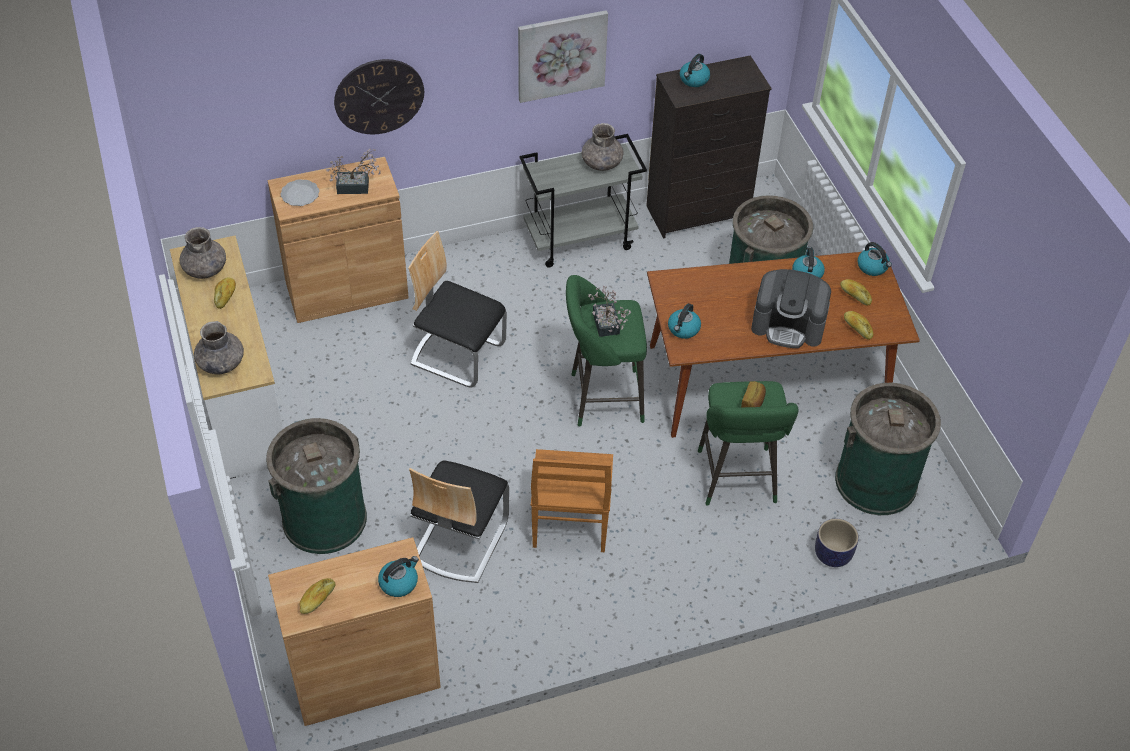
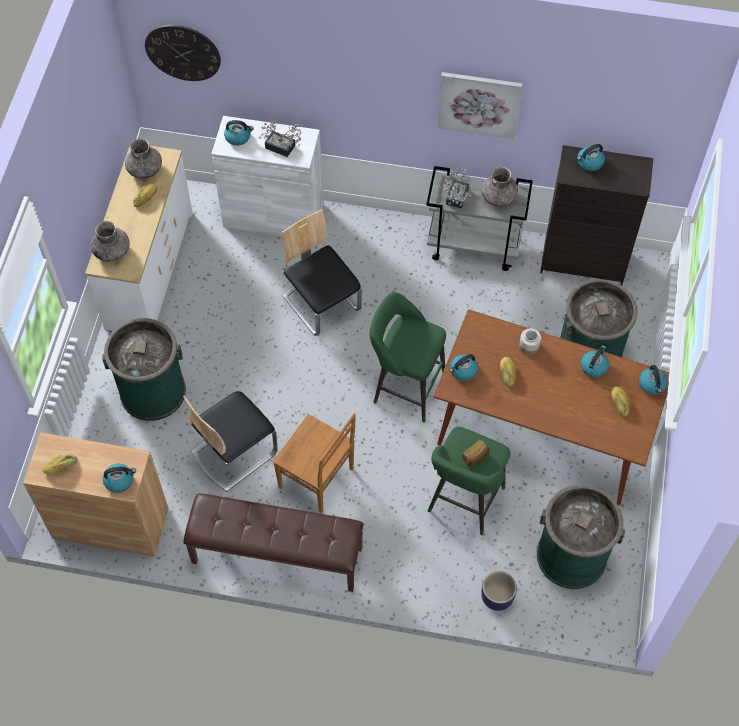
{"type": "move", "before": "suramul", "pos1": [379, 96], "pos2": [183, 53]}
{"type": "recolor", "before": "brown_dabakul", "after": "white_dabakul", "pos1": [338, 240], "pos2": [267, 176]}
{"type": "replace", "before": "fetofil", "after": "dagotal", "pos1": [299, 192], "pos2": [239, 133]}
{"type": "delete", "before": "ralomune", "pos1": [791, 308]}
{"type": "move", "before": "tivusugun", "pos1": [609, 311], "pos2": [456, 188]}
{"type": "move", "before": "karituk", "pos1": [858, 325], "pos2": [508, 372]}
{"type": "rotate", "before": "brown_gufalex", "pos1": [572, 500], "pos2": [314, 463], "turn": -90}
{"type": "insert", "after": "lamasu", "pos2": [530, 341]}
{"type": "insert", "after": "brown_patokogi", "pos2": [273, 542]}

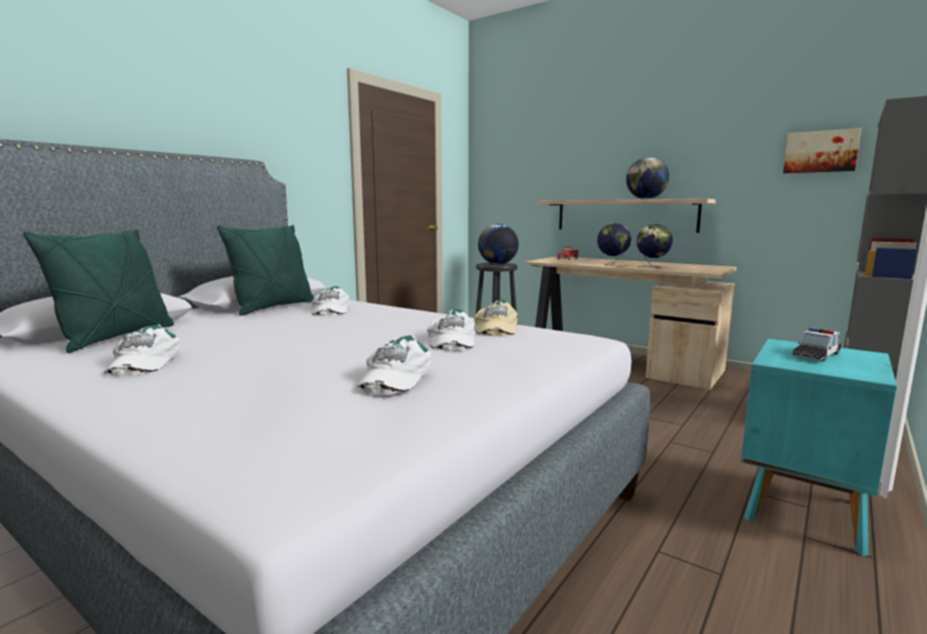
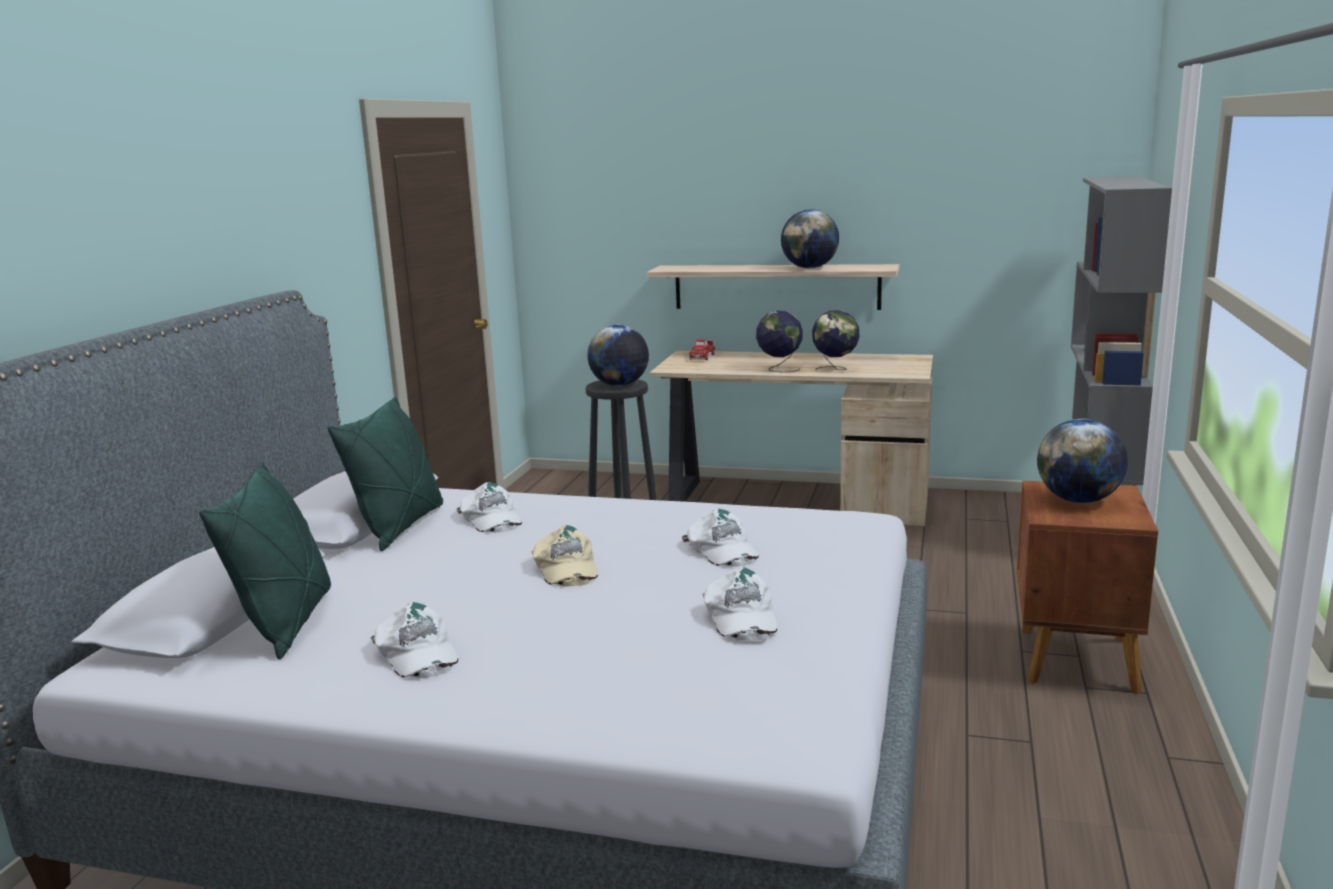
{"type": "delete", "before": "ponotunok", "pos1": [822, 150]}
{"type": "move", "before": "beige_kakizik", "pos1": [495, 318], "pos2": [565, 555]}
{"type": "replace", "before": "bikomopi", "after": "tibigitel", "pos1": [817, 344], "pos2": [1082, 461]}
{"type": "recolor", "before": "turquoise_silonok", "after": "brown_silonok", "pos1": [819, 447], "pos2": [1087, 587]}

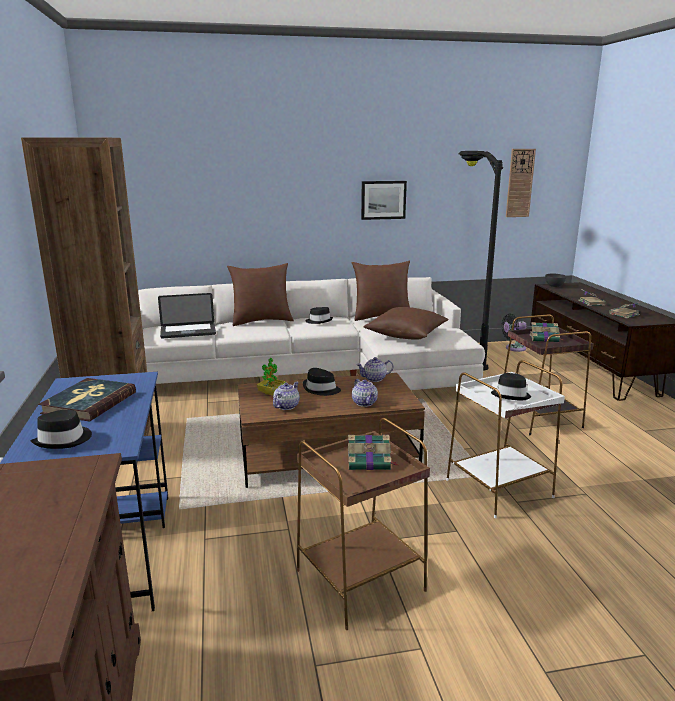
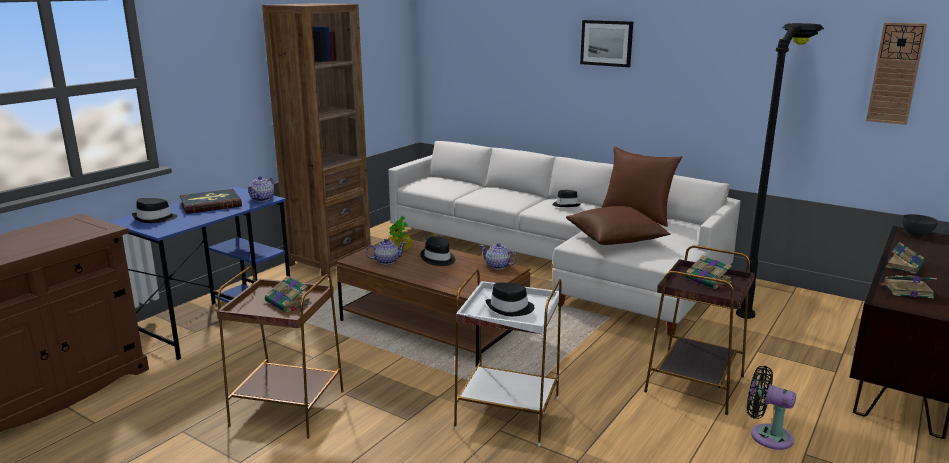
{"type": "move", "before": "ponotunok", "pos1": [384, 200], "pos2": [606, 43]}
{"type": "delete", "before": "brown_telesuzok", "pos1": [260, 294]}
{"type": "delete", "before": "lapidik", "pos1": [187, 315]}
{"type": "move", "before": "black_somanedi", "pos1": [514, 332], "pos2": [771, 408]}
{"type": "move", "before": "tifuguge", "pos1": [365, 393], "pos2": [260, 189]}

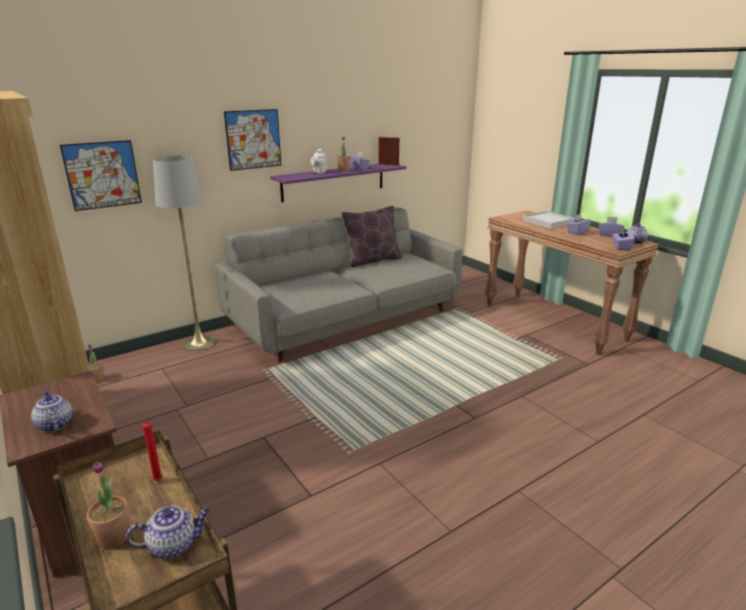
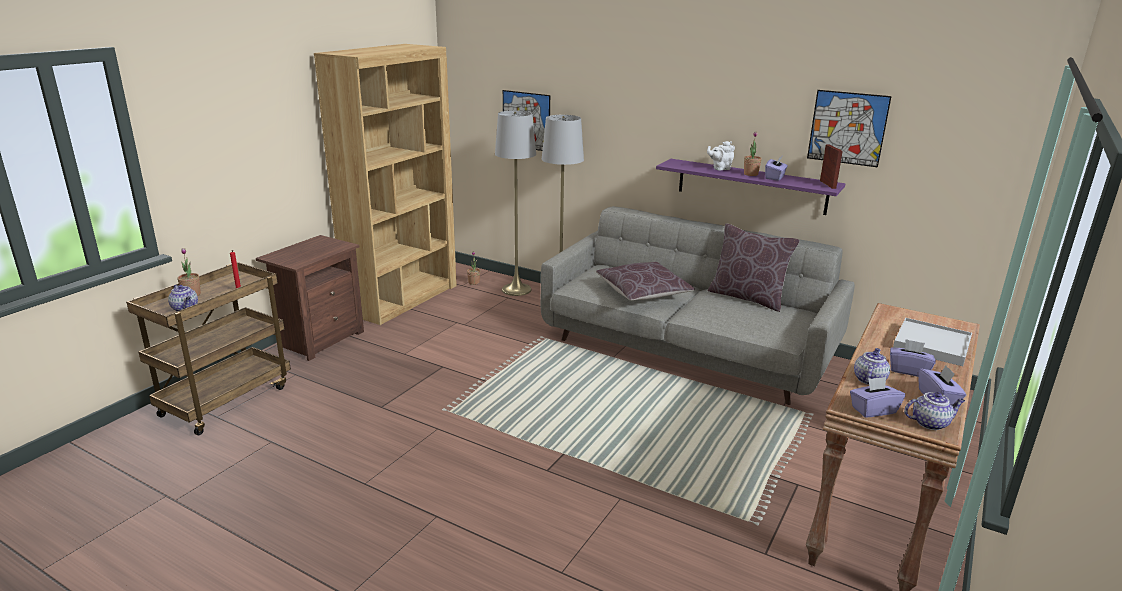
{"type": "move", "before": "ponotunok", "pos1": [252, 140], "pos2": [849, 128]}
{"type": "move", "before": "tifuguge", "pos1": [51, 411], "pos2": [872, 366]}
{"type": "insert", "after": "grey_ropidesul", "pos2": [515, 203]}
{"type": "insert", "after": "brown_telesuzok", "pos2": [645, 281]}

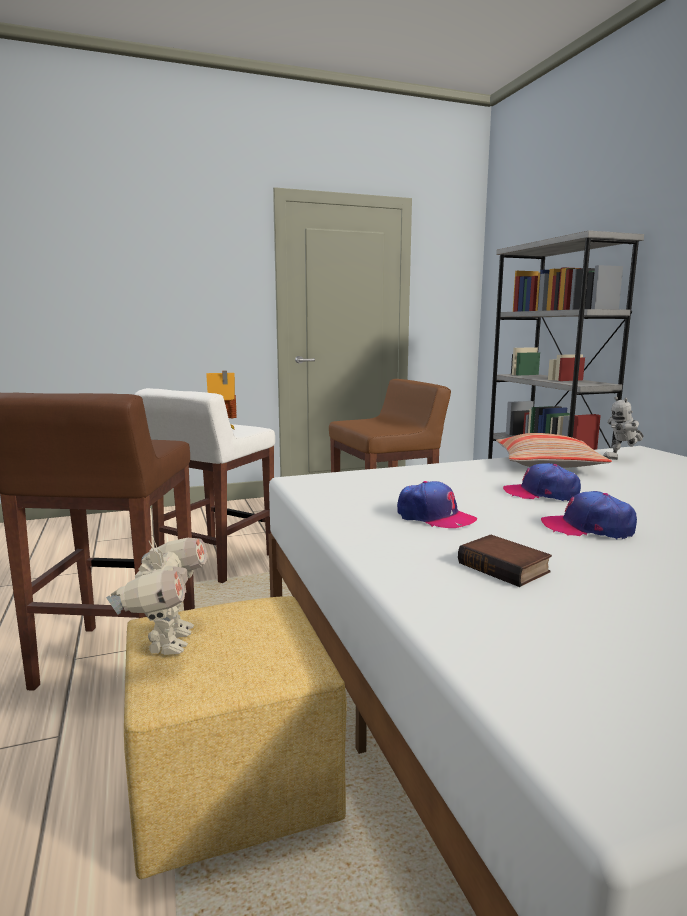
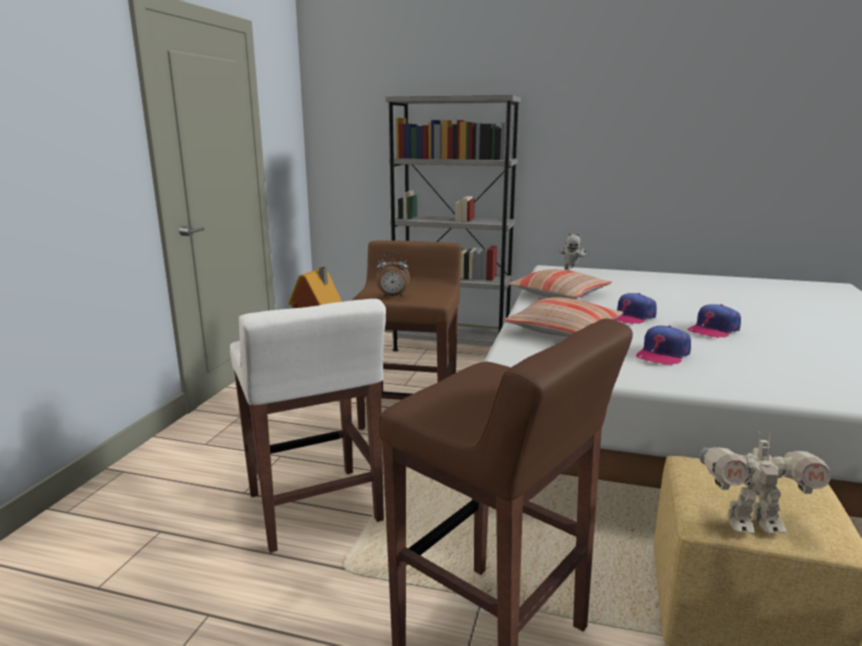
{"type": "rotate", "before": "kakizik", "pos1": [437, 504], "pos2": [663, 345], "turn": 150}
{"type": "delete", "before": "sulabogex", "pos1": [505, 561]}
{"type": "rotate", "before": "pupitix", "pos1": [156, 595], "pos2": [765, 482], "turn": 150}
{"type": "insert", "after": "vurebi", "pos2": [393, 274]}
{"type": "insert", "after": "telesuzok", "pos2": [564, 317]}

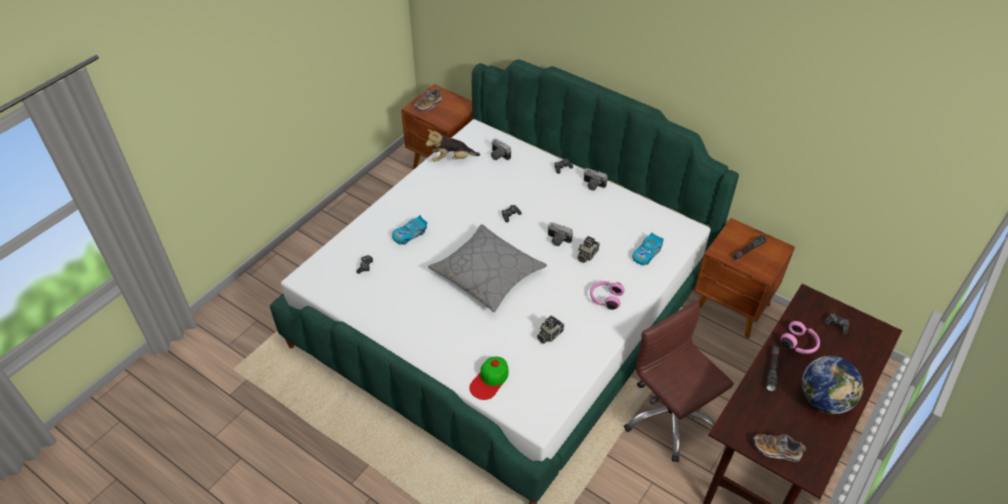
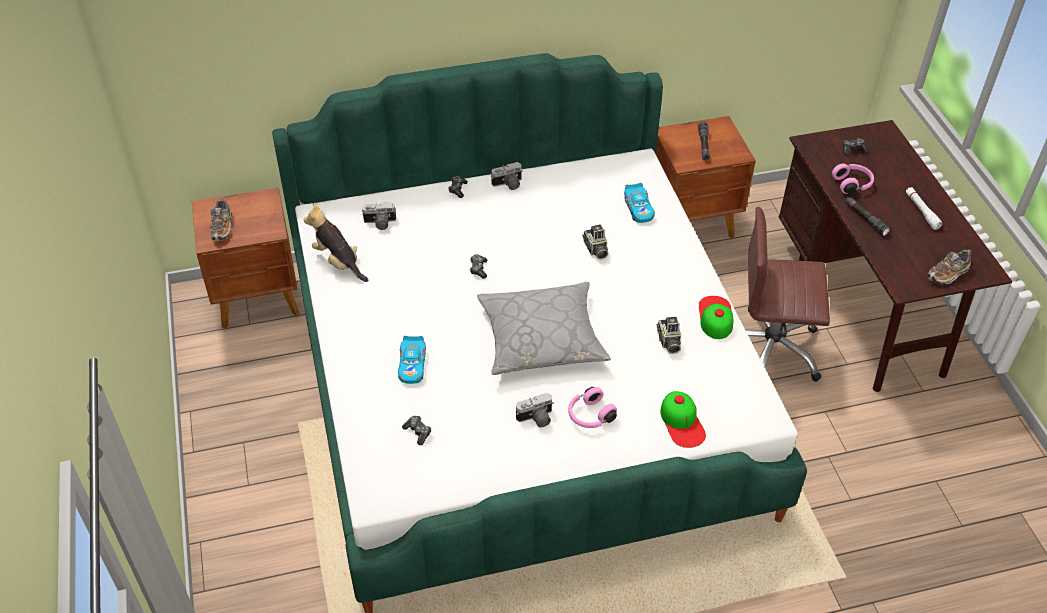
{"type": "rotate", "before": "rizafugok", "pos1": [453, 145], "pos2": [336, 242], "turn": 105}
{"type": "move", "before": "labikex", "pos1": [560, 234], "pos2": [535, 410]}
{"type": "move", "before": "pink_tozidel", "pos1": [607, 295], "pos2": [592, 407]}
{"type": "replace", "before": "tibigitel", "after": "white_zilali", "pos1": [833, 385], "pos2": [924, 209]}
{"type": "insert", "after": "kakizik", "pos2": [716, 317]}

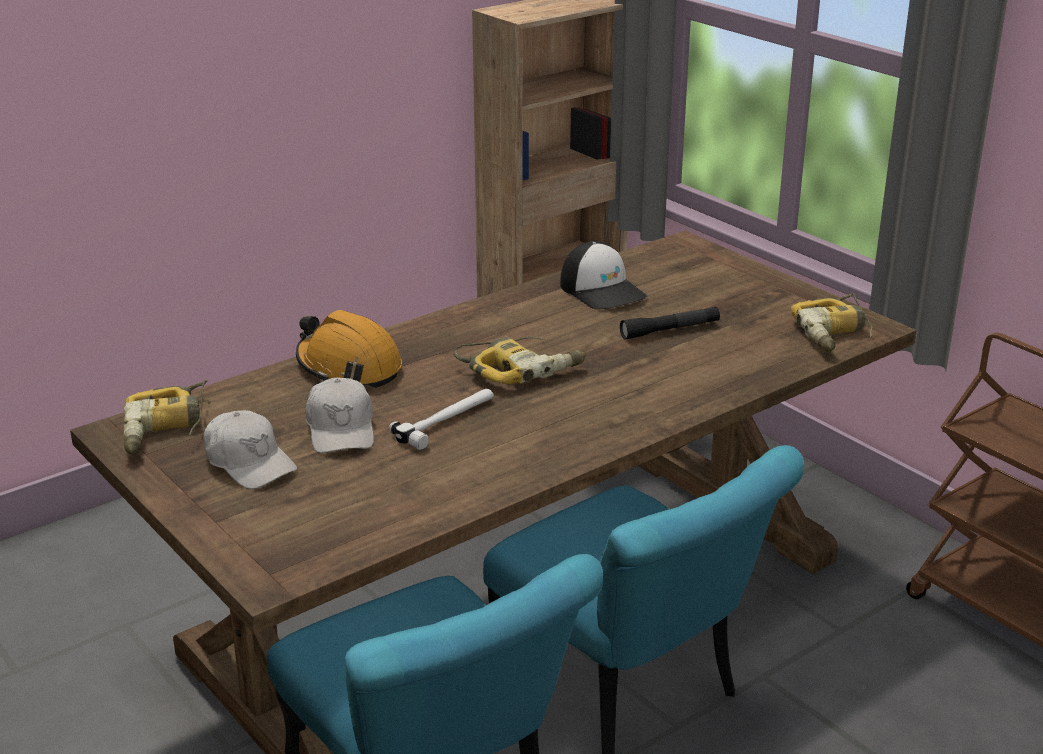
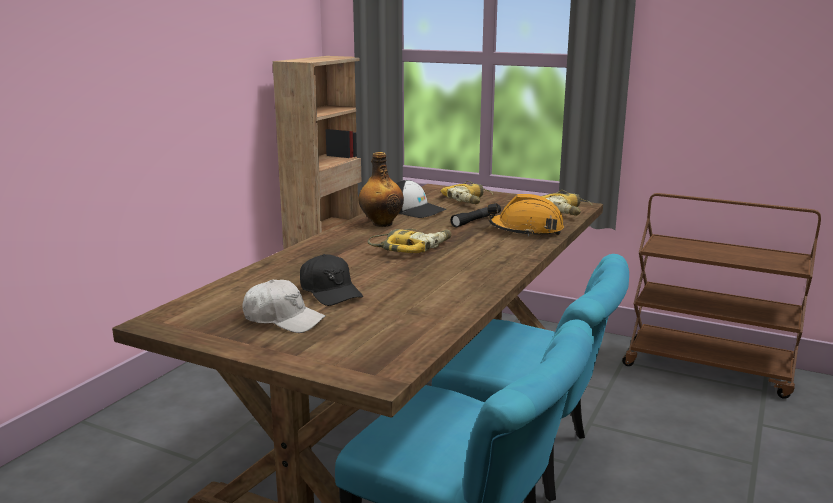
{"type": "move", "before": "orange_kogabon", "pos1": [349, 349], "pos2": [525, 215]}
{"type": "recolor", "before": "white_kakizik", "after": "black_kakizik", "pos1": [340, 415], "pos2": [331, 280]}
{"type": "move", "before": "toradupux", "pos1": [165, 417], "pos2": [467, 192]}
{"type": "delete", "before": "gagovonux", "pos1": [441, 419]}
{"type": "insert", "after": "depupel", "pos2": [381, 189]}

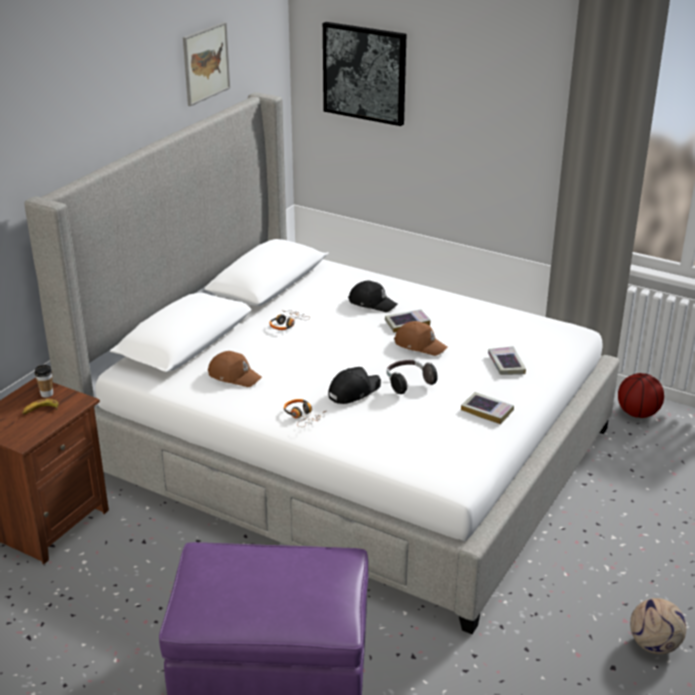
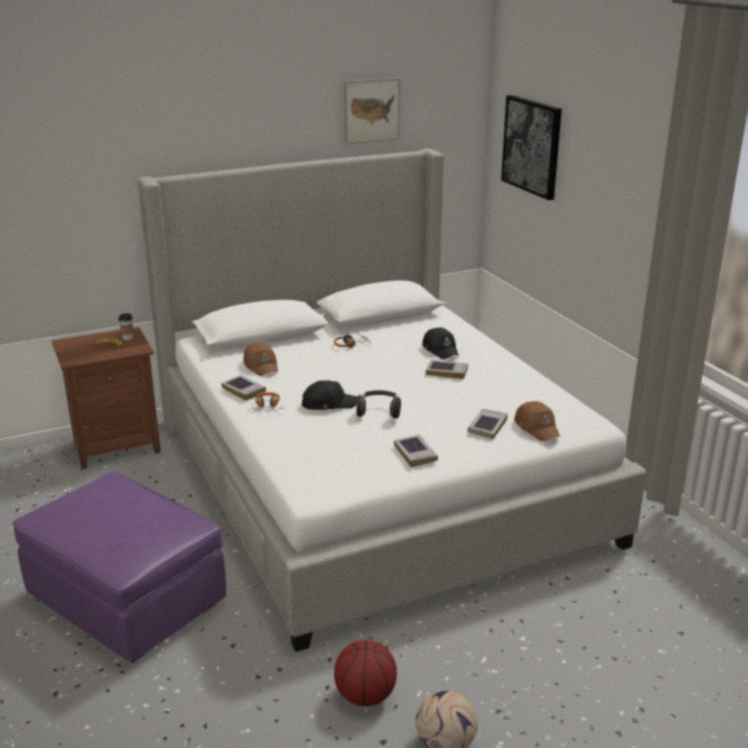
{"type": "move", "before": "brown_kakizik", "pos1": [420, 338], "pos2": [537, 421]}
{"type": "move", "before": "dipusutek", "pos1": [641, 395], "pos2": [365, 673]}
{"type": "insert", "after": "sulabogex", "pos2": [243, 388]}

